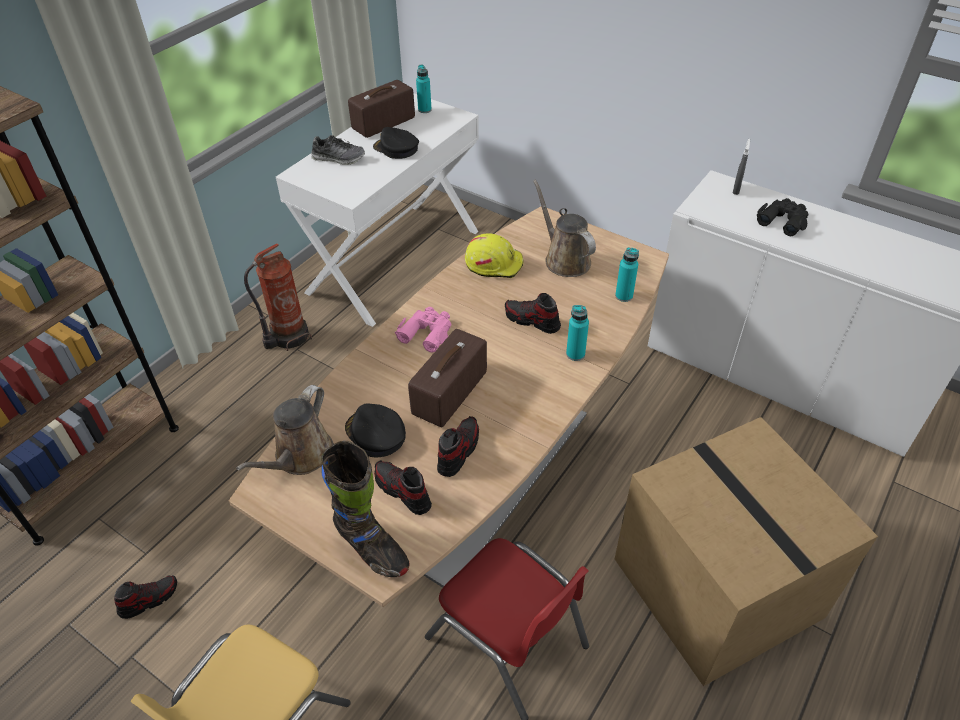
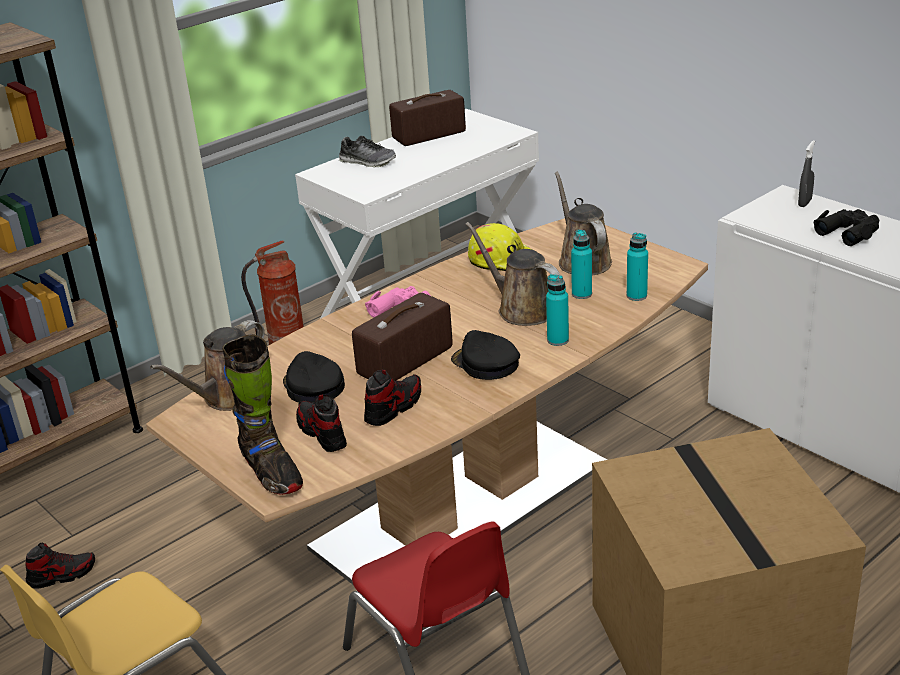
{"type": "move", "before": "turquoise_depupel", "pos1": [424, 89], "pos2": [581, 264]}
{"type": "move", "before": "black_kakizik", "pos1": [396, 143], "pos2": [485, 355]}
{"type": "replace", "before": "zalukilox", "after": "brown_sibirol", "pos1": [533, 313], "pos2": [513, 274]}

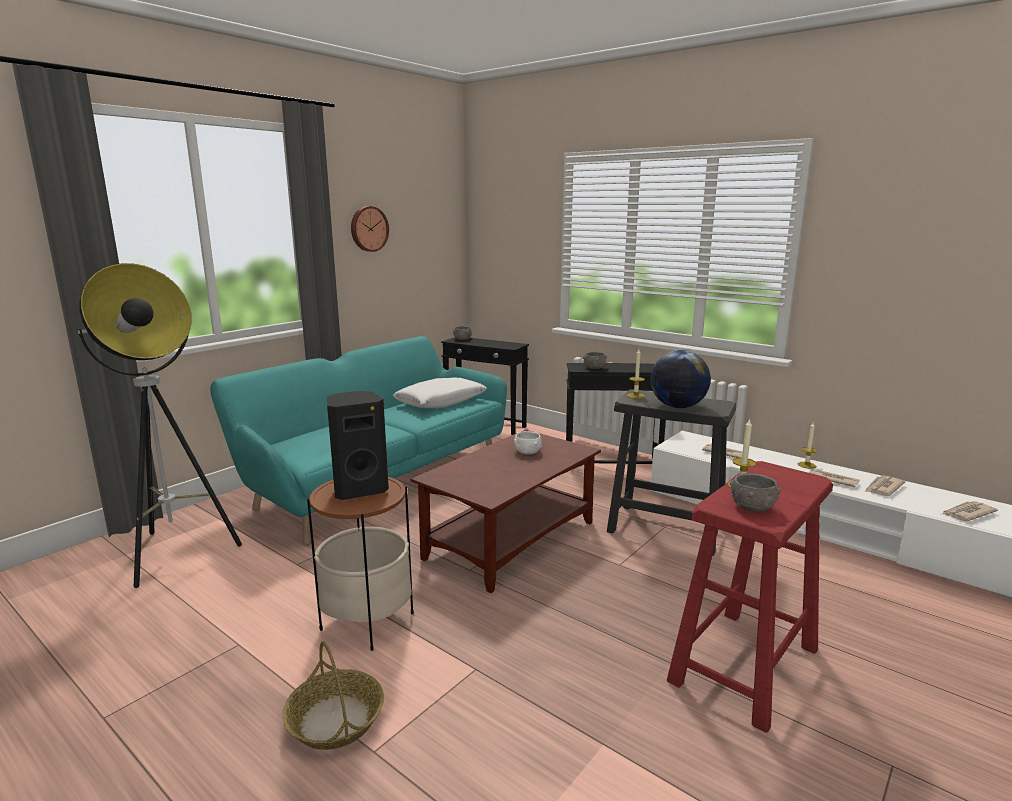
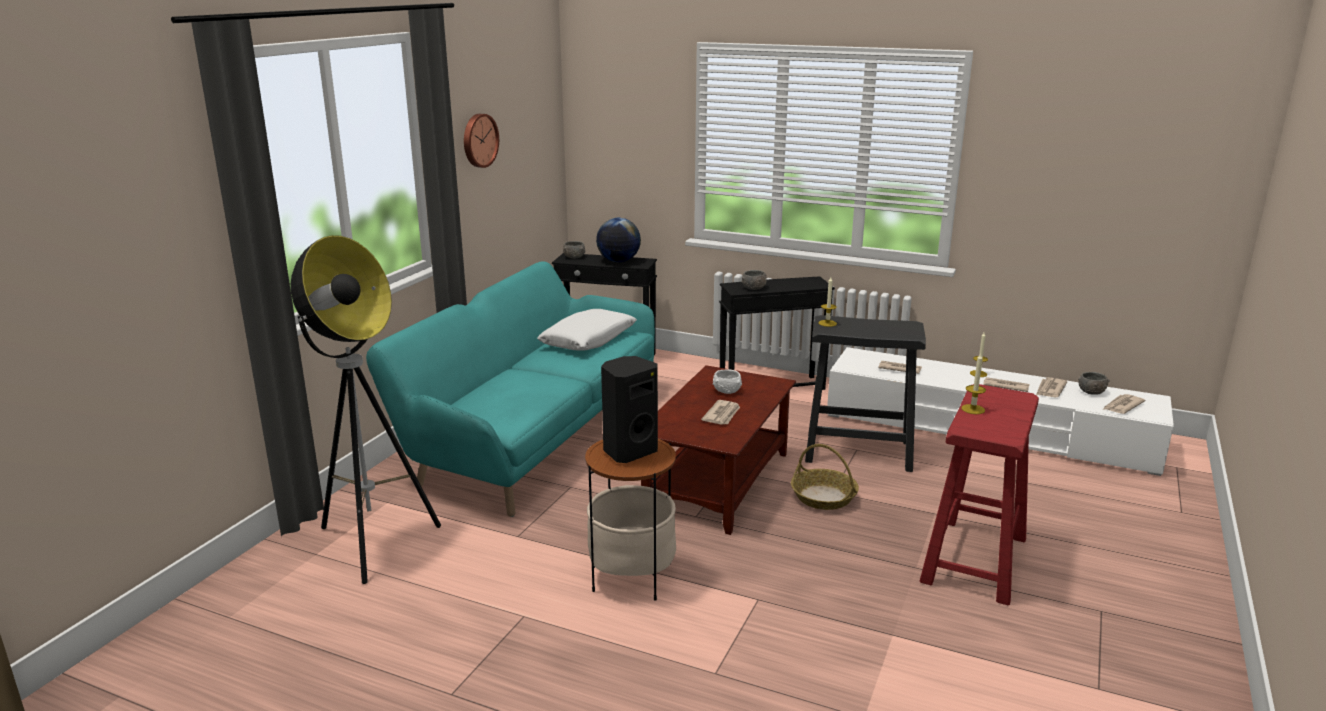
{"type": "move", "before": "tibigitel", "pos1": [680, 379], "pos2": [618, 240]}
{"type": "move", "before": "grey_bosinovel", "pos1": [755, 492], "pos2": [1094, 383]}
{"type": "move", "before": "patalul", "pos1": [333, 695], "pos2": [825, 477]}
{"type": "insert", "after": "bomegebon", "pos2": [720, 412]}

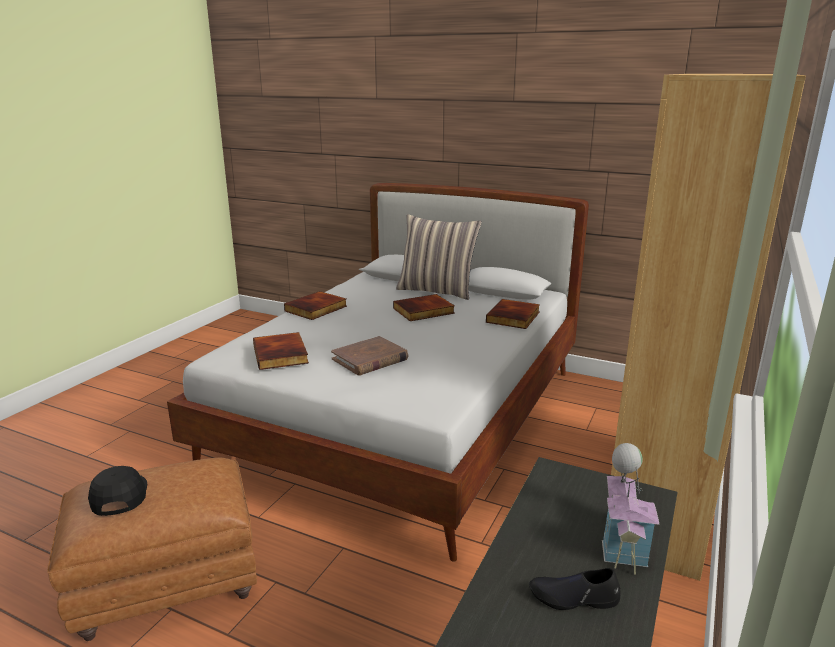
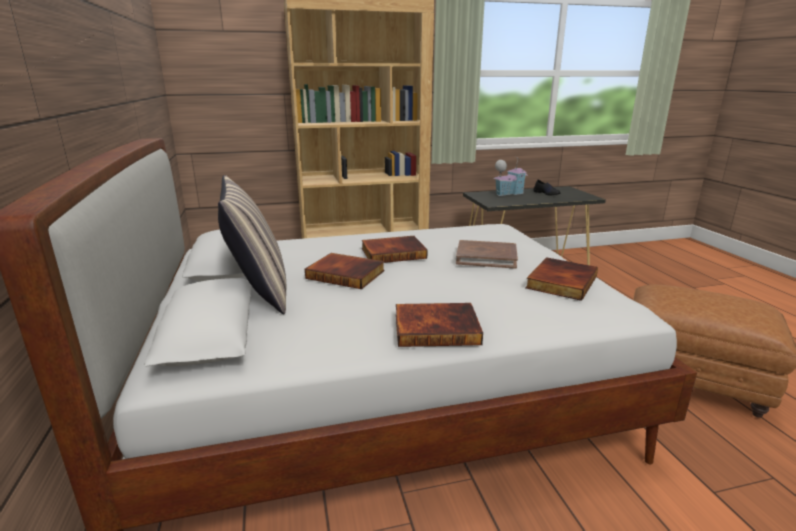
{"type": "move", "before": "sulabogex", "pos1": [513, 314], "pos2": [395, 249]}
{"type": "delete", "before": "black_kakizik", "pos1": [117, 491]}

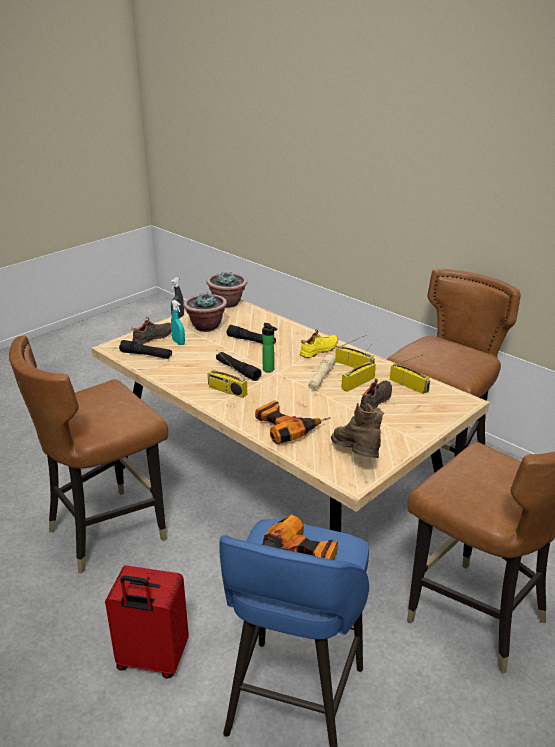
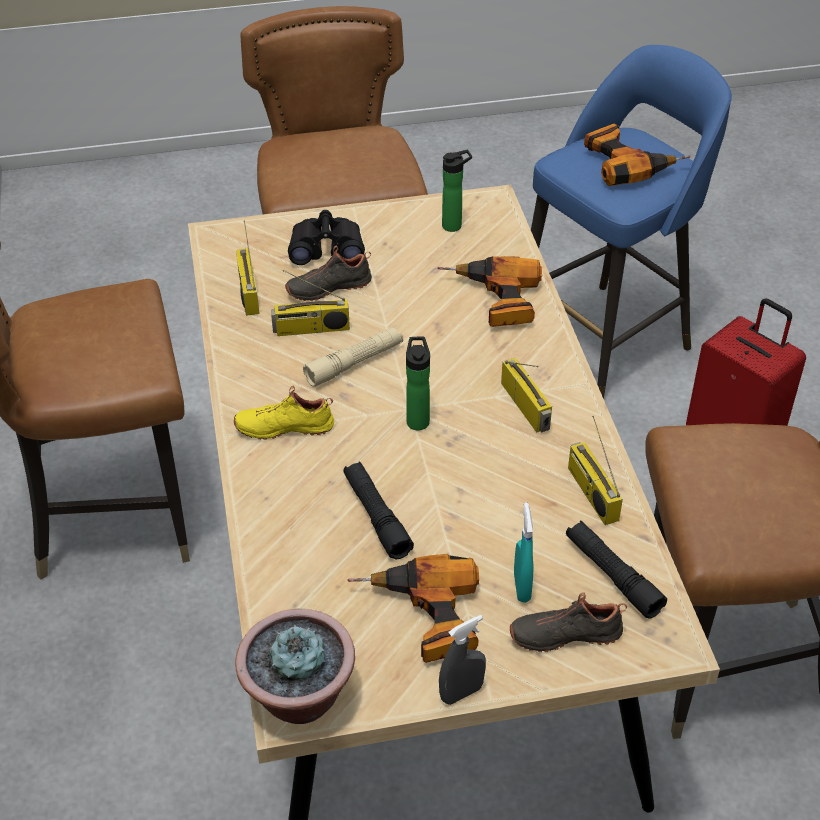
{"type": "replace", "before": "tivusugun", "after": "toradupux", "pos1": [205, 312], "pos2": [413, 608]}
{"type": "move", "before": "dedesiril", "pos1": [355, 351], "pos2": [595, 470]}
{"type": "delete", "before": "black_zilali", "pos1": [239, 366]}
{"type": "replace", "before": "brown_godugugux", "after": "depupel", "pos1": [357, 430], "pos2": [457, 191]}
{"type": "insert", "after": "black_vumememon", "pos2": [326, 237]}

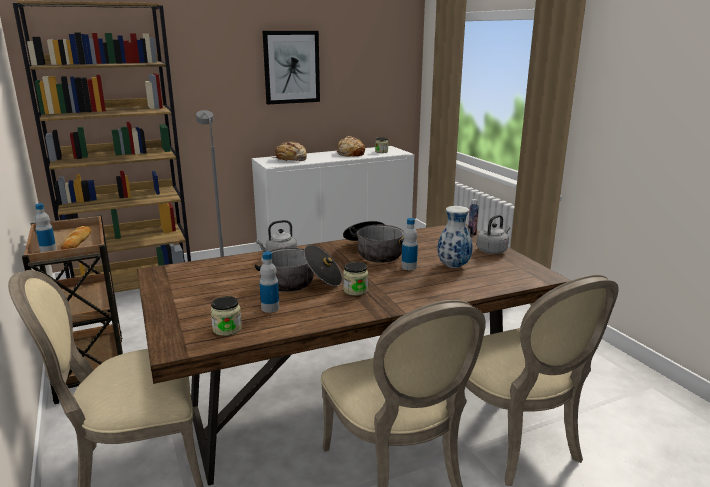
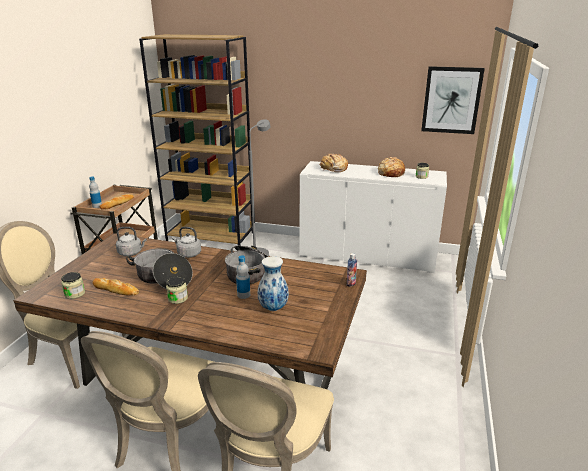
{"type": "move", "before": "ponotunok", "pos1": [291, 68], "pos2": [453, 100]}
{"type": "move", "before": "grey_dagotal", "pos1": [493, 234], "pos2": [131, 241]}
{"type": "replace", "before": "depupel", "after": "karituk", "pos1": [269, 282], "pos2": [115, 287]}

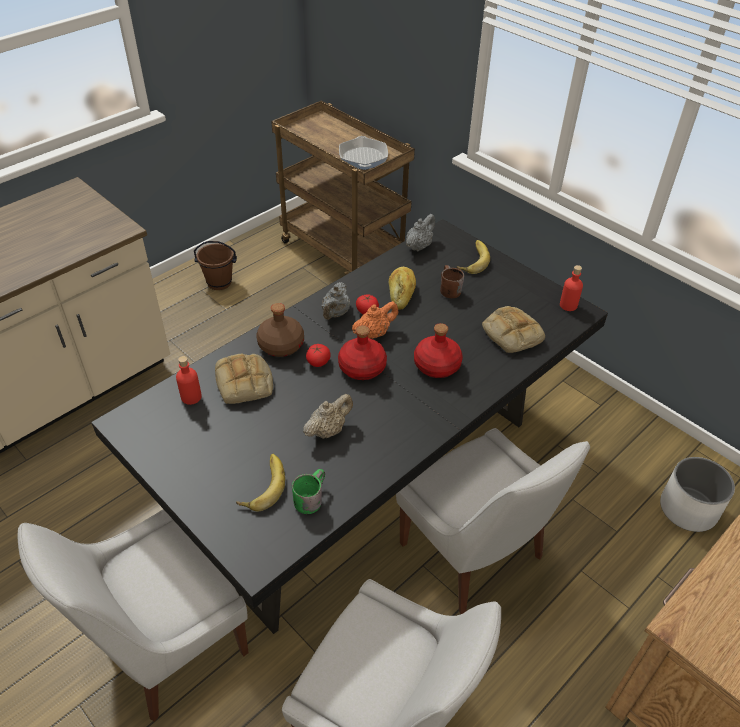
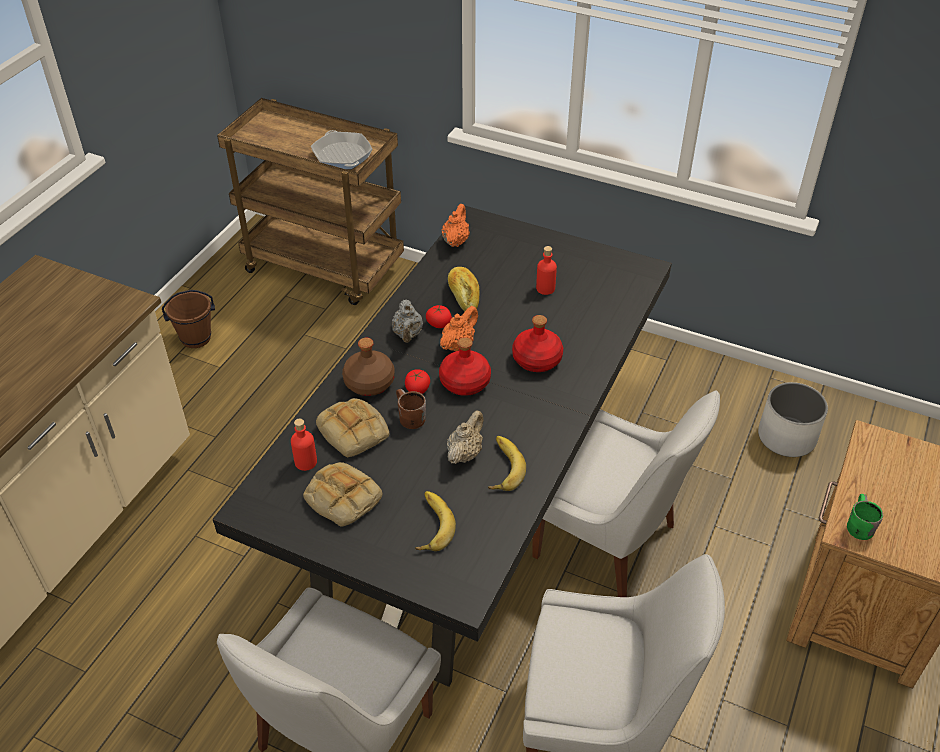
{"type": "recolor", "before": "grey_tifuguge", "after": "orange_tifuguge", "pos1": [420, 232], "pos2": [455, 225]}
{"type": "move", "before": "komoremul", "pos1": [473, 257], "pos2": [507, 463]}
{"type": "move", "before": "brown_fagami", "pos1": [452, 281], "pos2": [411, 409]}
{"type": "move", "before": "red_depupel", "pos1": [571, 288], "pos2": [546, 270]}
{"type": "move", "before": "karituk", "pos1": [513, 329], "pos2": [343, 494]}
{"type": "move", "before": "green_fagami", "pos1": [308, 491], "pos2": [865, 517]}

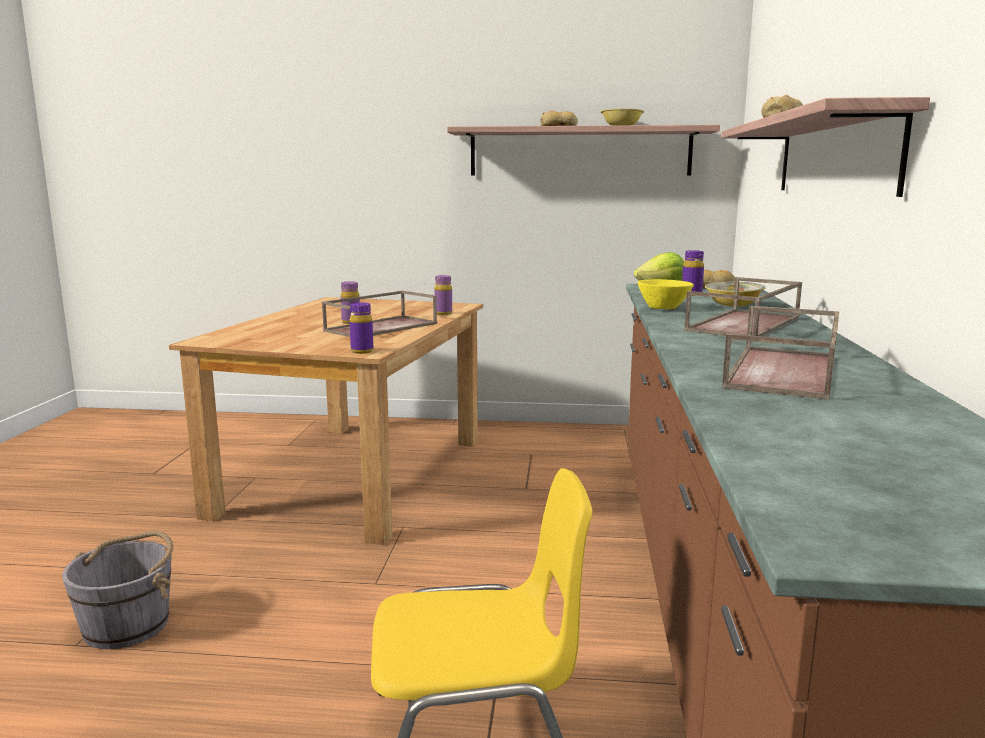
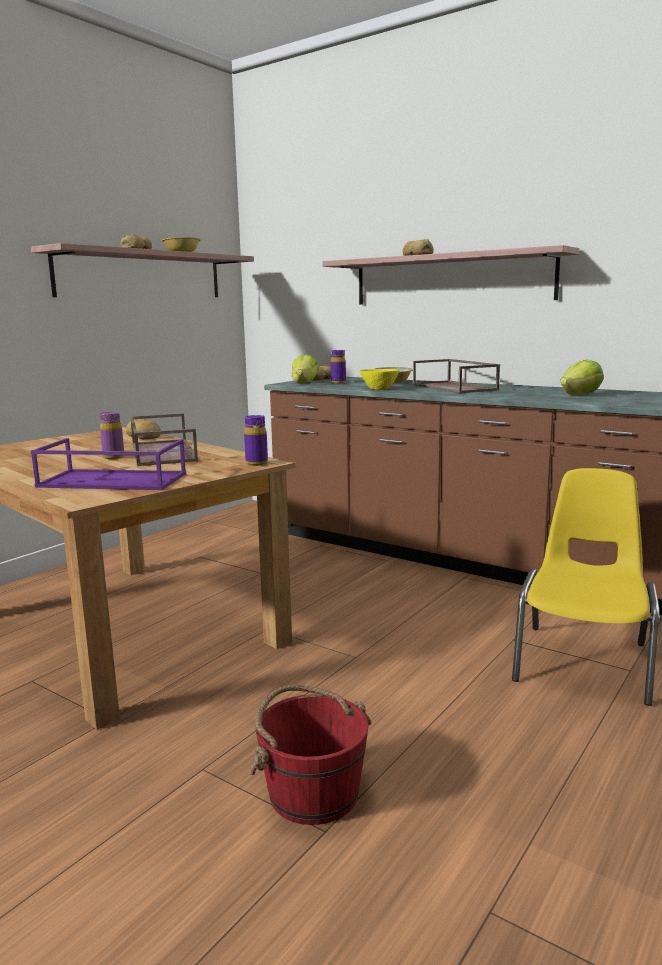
{"type": "replace", "before": "purple_depupel", "after": "karituk", "pos1": [443, 295], "pos2": [143, 429]}
{"type": "replace", "before": "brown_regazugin", "after": "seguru", "pos1": [780, 353], "pos2": [582, 377]}
{"type": "recolor", "before": "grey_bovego", "after": "red_bovego", "pos1": [117, 590], "pos2": [310, 755]}
{"type": "insert", "after": "purple_regazugin", "pos2": [108, 464]}

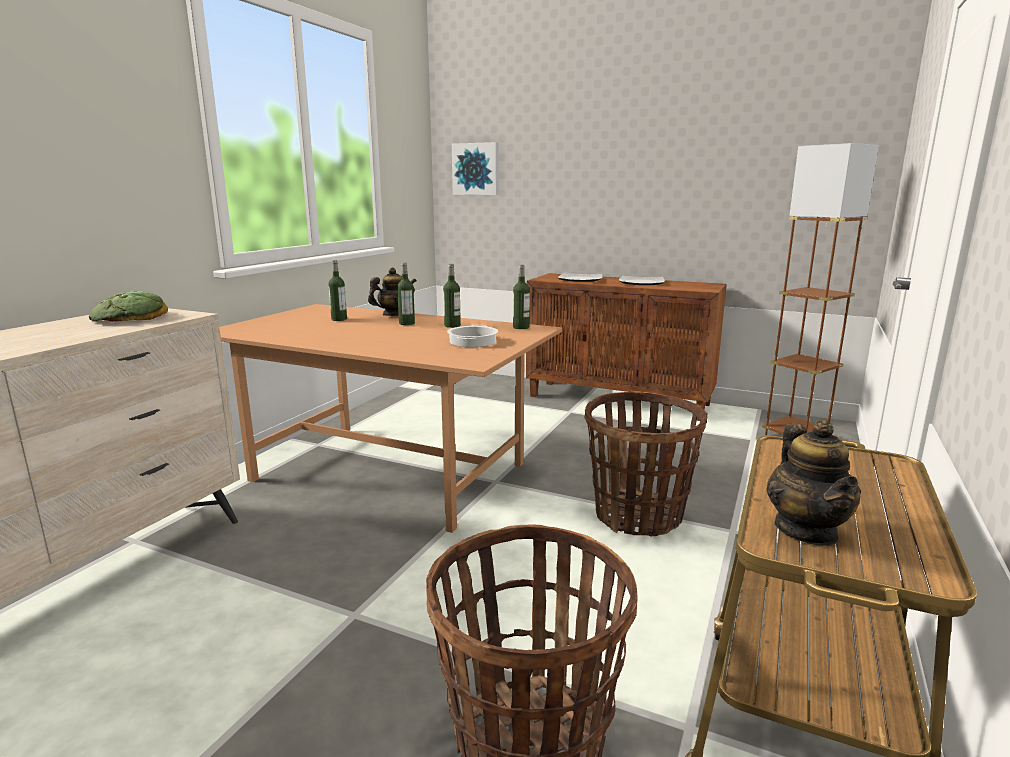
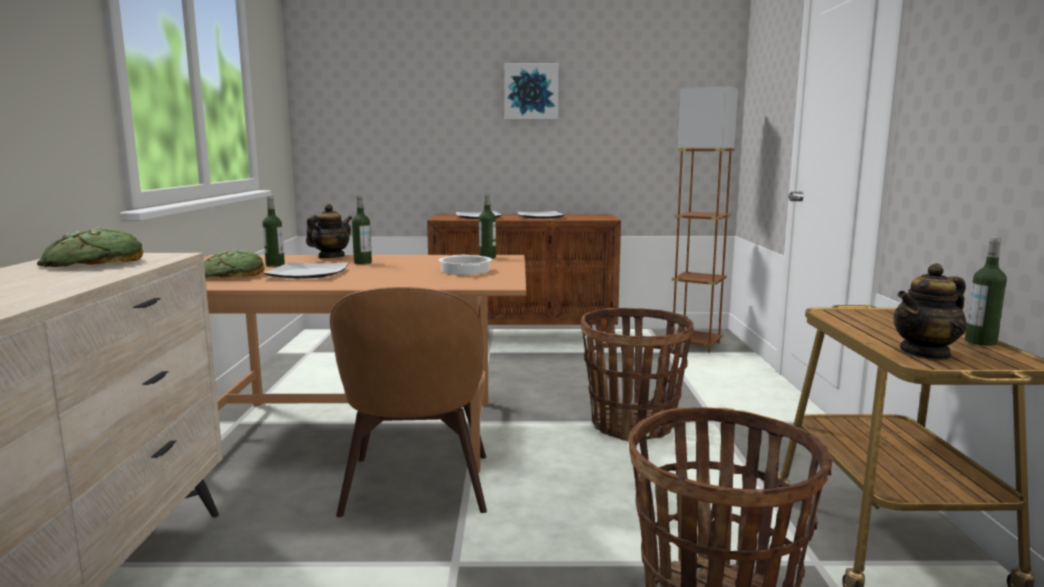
{"type": "move", "before": "ponotunok", "pos1": [475, 168], "pos2": [532, 91]}
{"type": "move", "before": "depupel", "pos1": [452, 296], "pos2": [986, 291]}
{"type": "rotate", "before": "tifuguge", "pos1": [813, 483], "pos2": [930, 311], "turn": 90}
{"type": "insert", "after": "karituk", "pos2": [234, 264]}
{"type": "insert", "after": "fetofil", "pos2": [306, 270]}
{"type": "insert", "after": "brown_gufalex", "pos2": [408, 402]}

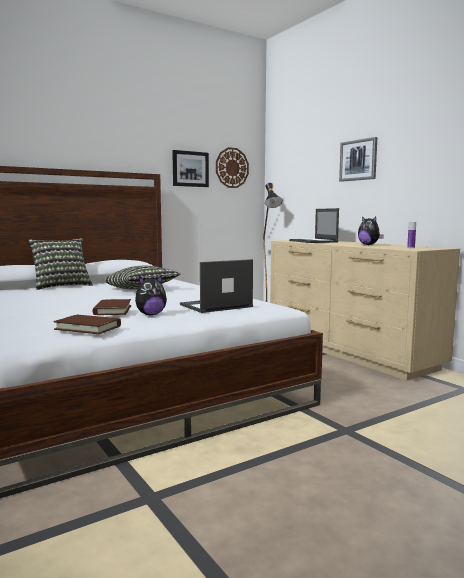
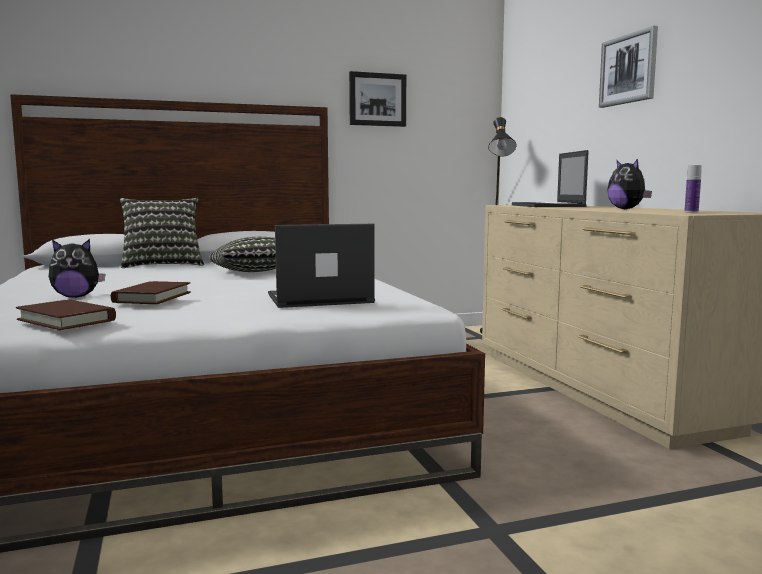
{"type": "delete", "before": "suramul", "pos1": [232, 167]}
{"type": "move", "before": "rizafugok", "pos1": [151, 295], "pos2": [77, 268]}

